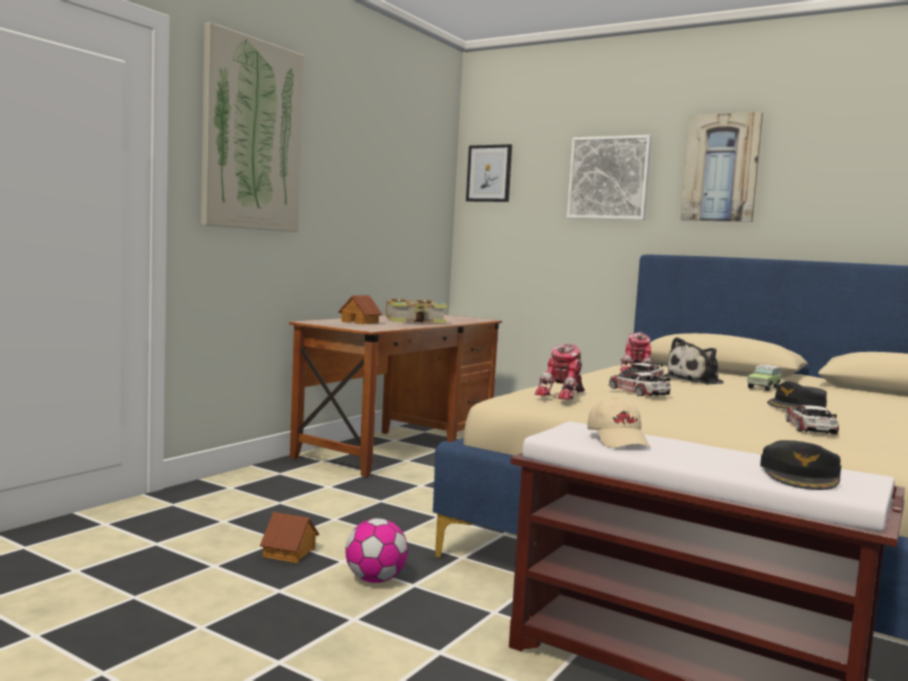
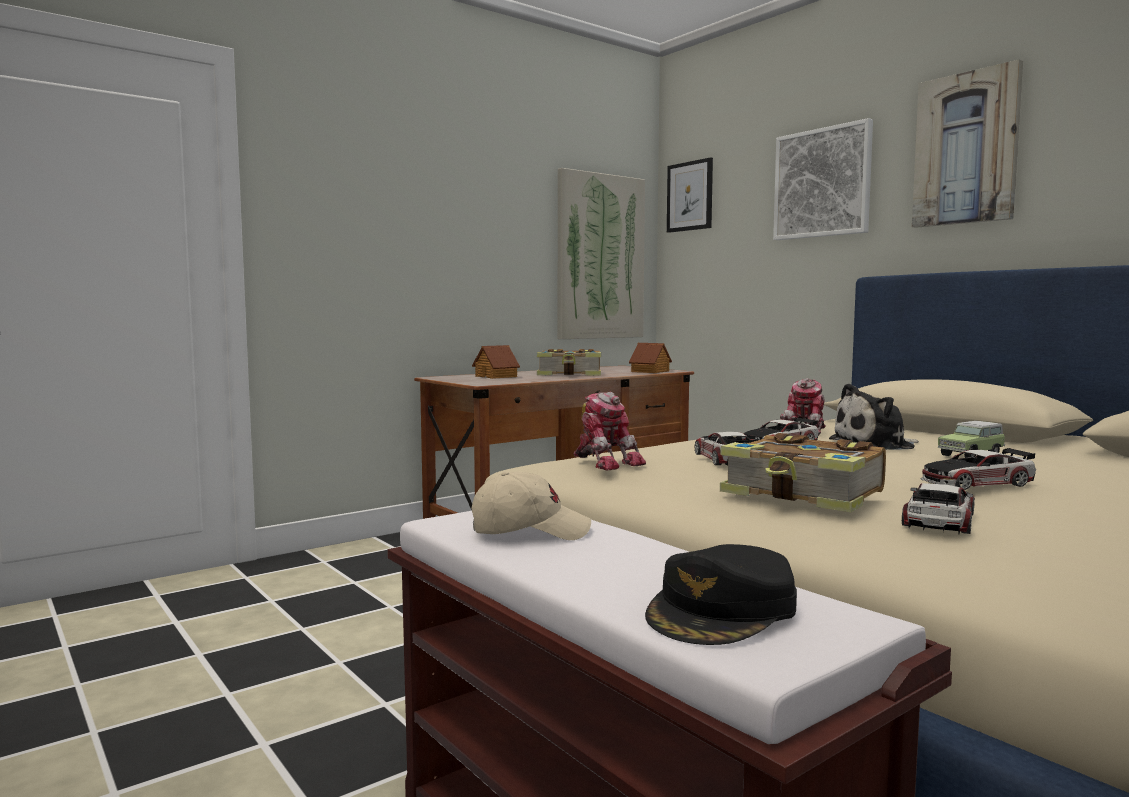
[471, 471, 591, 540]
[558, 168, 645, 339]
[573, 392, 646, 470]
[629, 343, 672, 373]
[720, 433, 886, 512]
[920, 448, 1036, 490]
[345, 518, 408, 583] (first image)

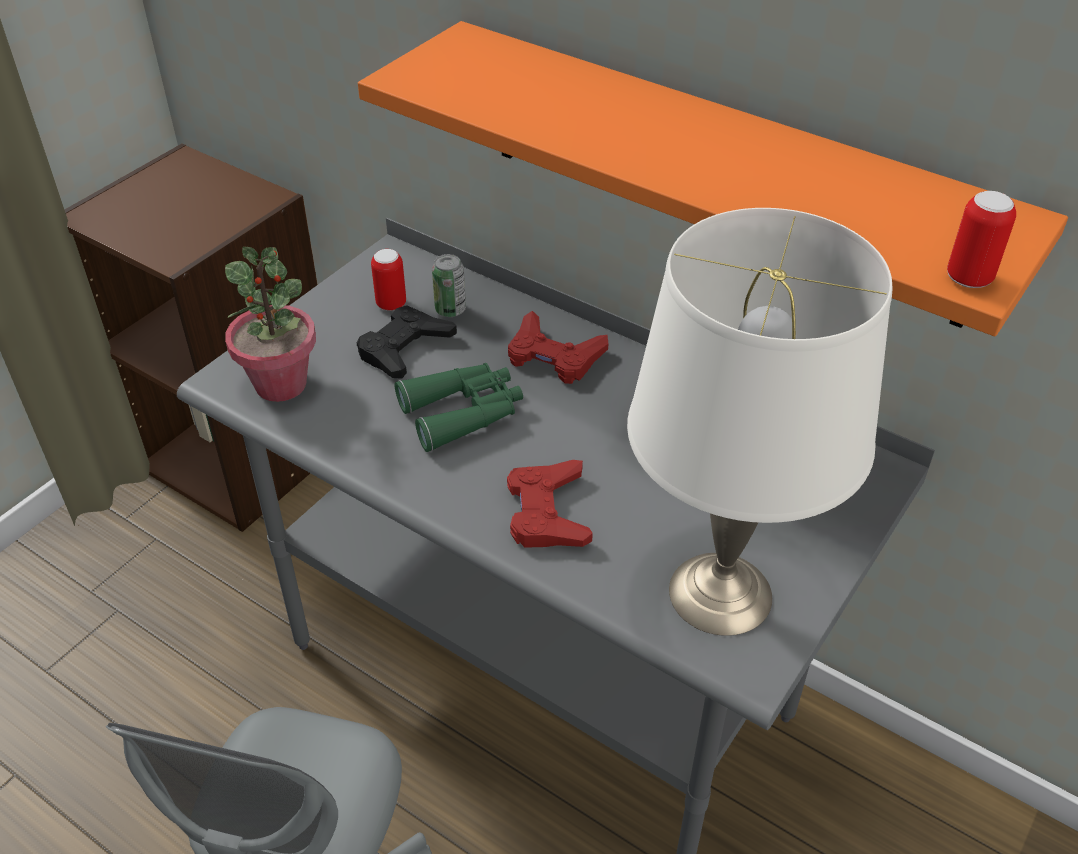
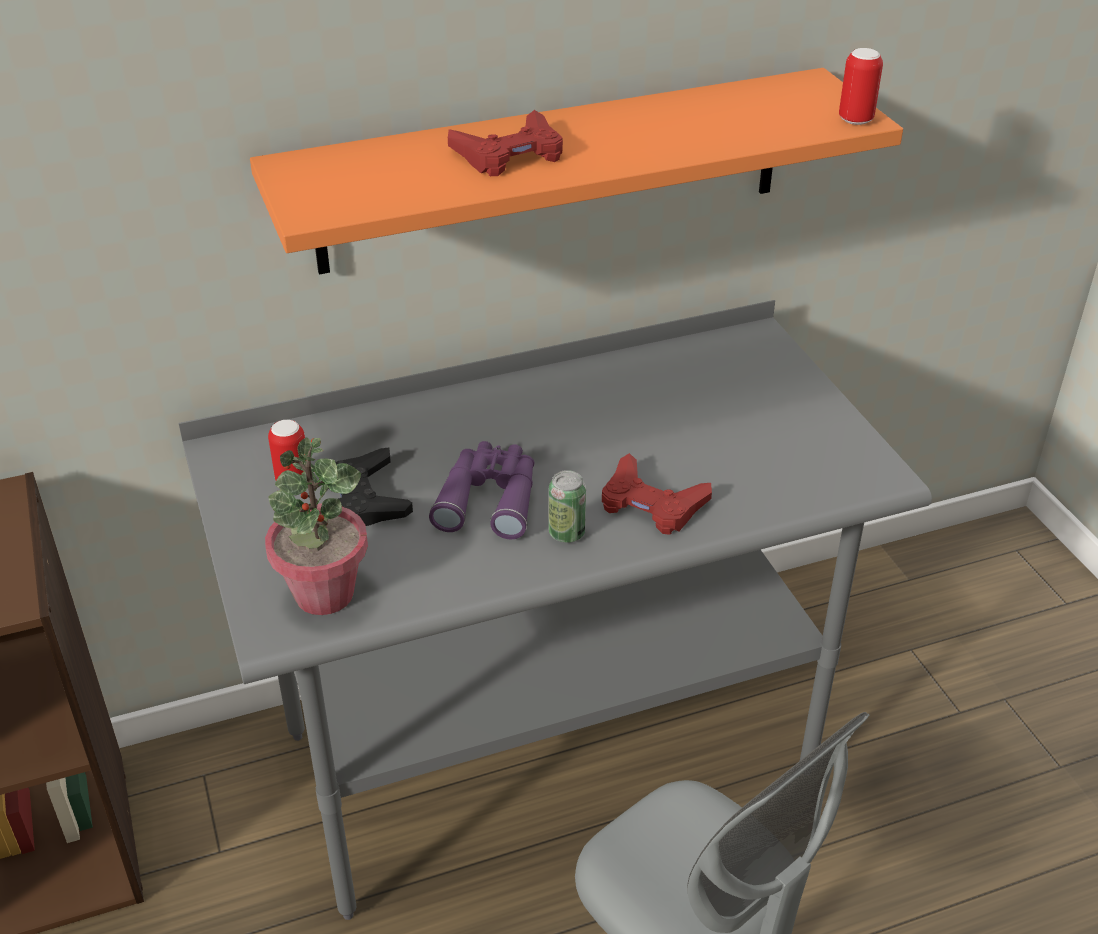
[429, 441, 534, 539]
[448, 110, 563, 176]
[549, 470, 586, 543]
[627, 208, 893, 636] (first image)

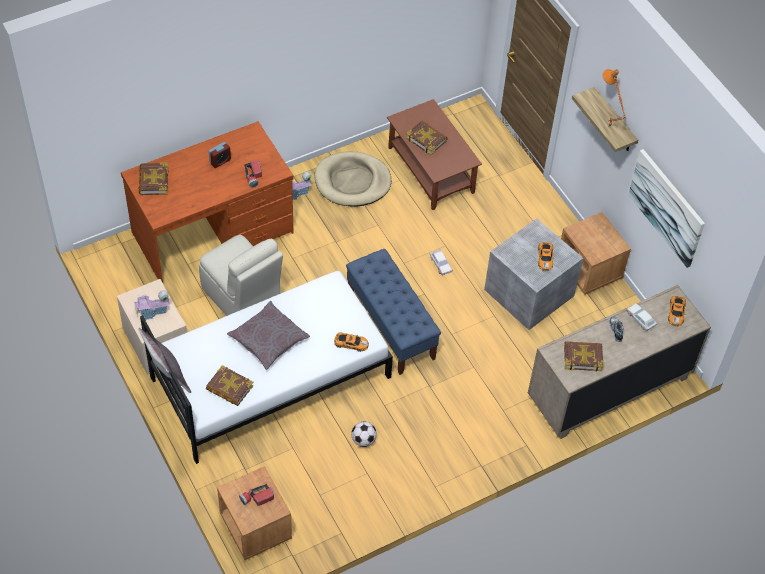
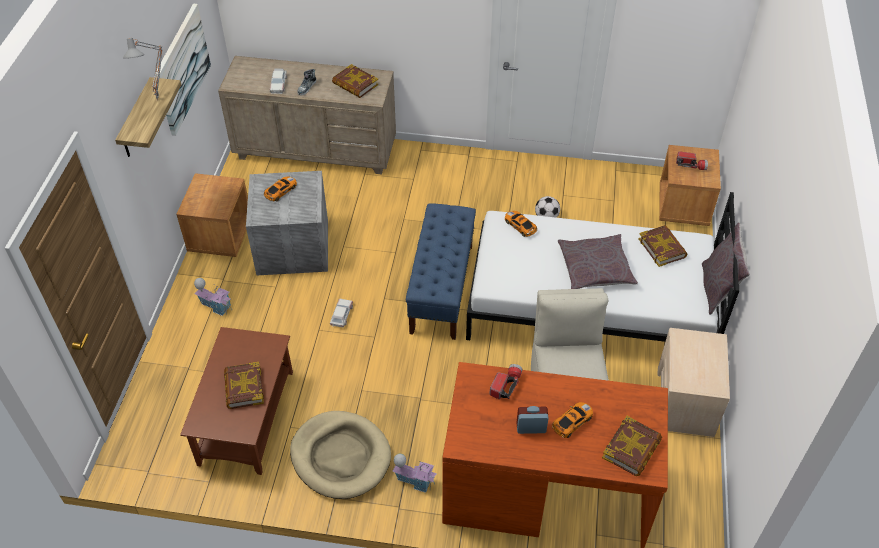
[123, 38, 163, 100]
[194, 278, 232, 316]
[552, 402, 593, 438]

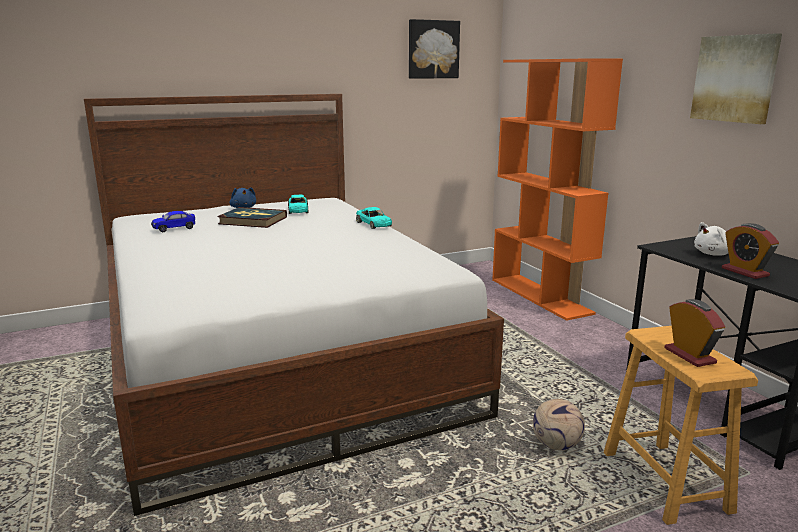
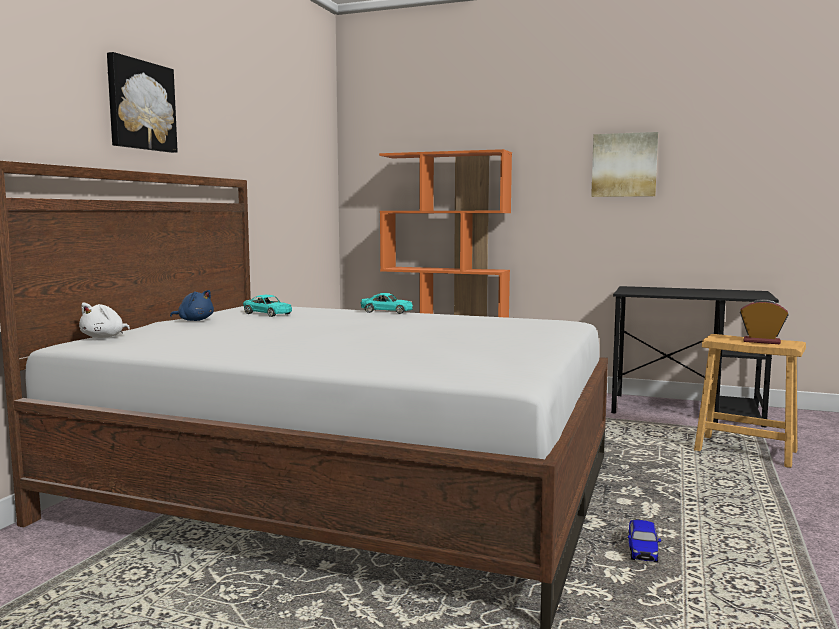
[79, 302, 130, 338]
[107, 52, 178, 153]
[628, 520, 661, 563]
[217, 207, 287, 228] (first image)
[533, 399, 585, 450] (first image)
[722, 223, 779, 279] (first image)

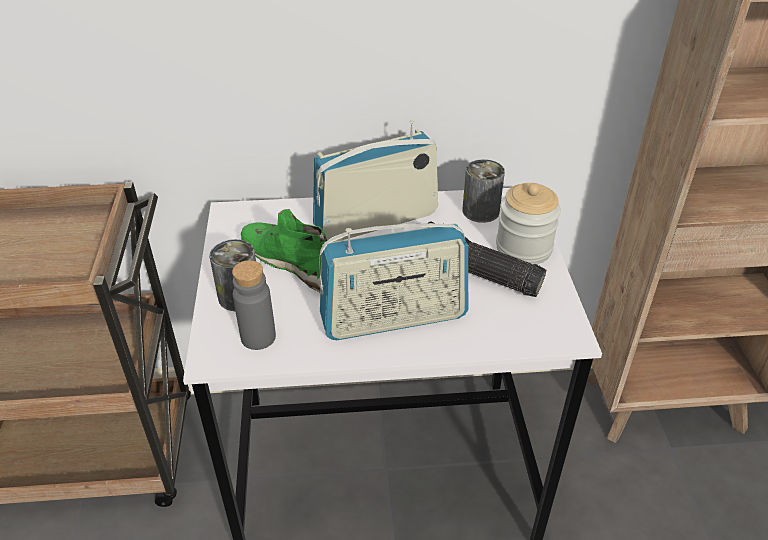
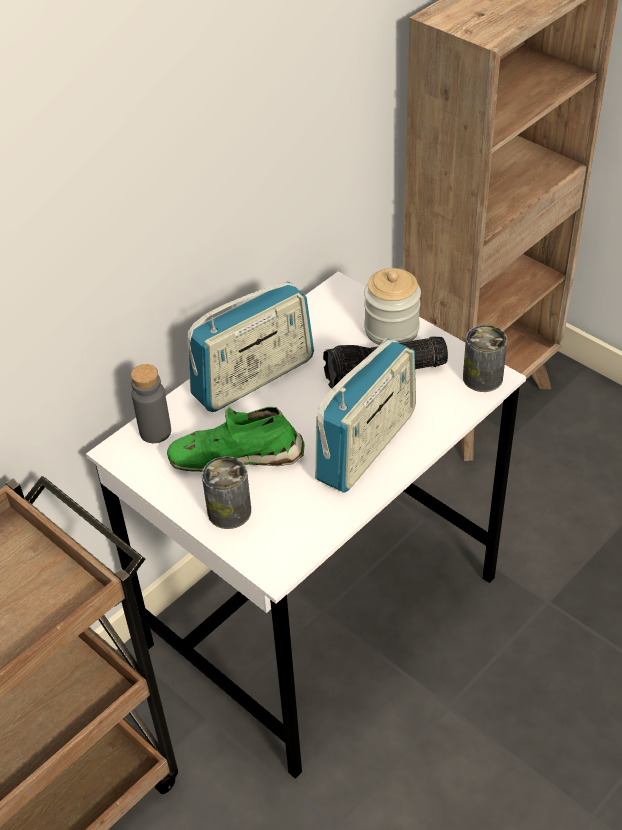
[131, 364, 171, 443]
[187, 281, 314, 412]
[463, 325, 507, 392]

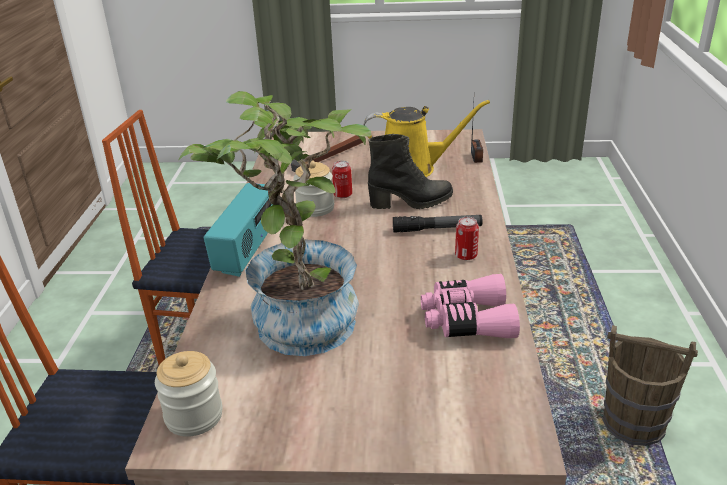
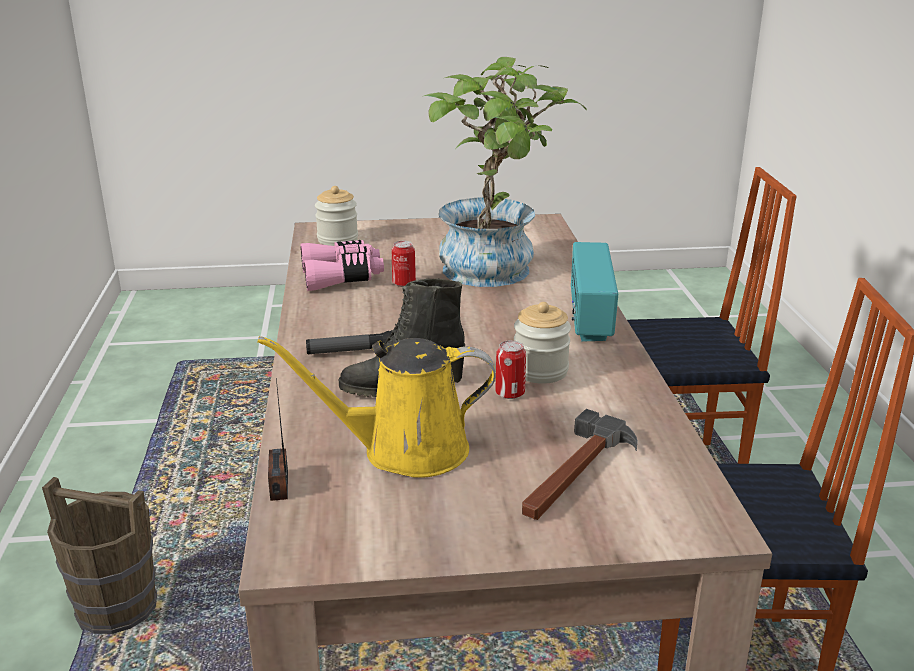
[315, 186, 358, 246]
[392, 241, 416, 287]

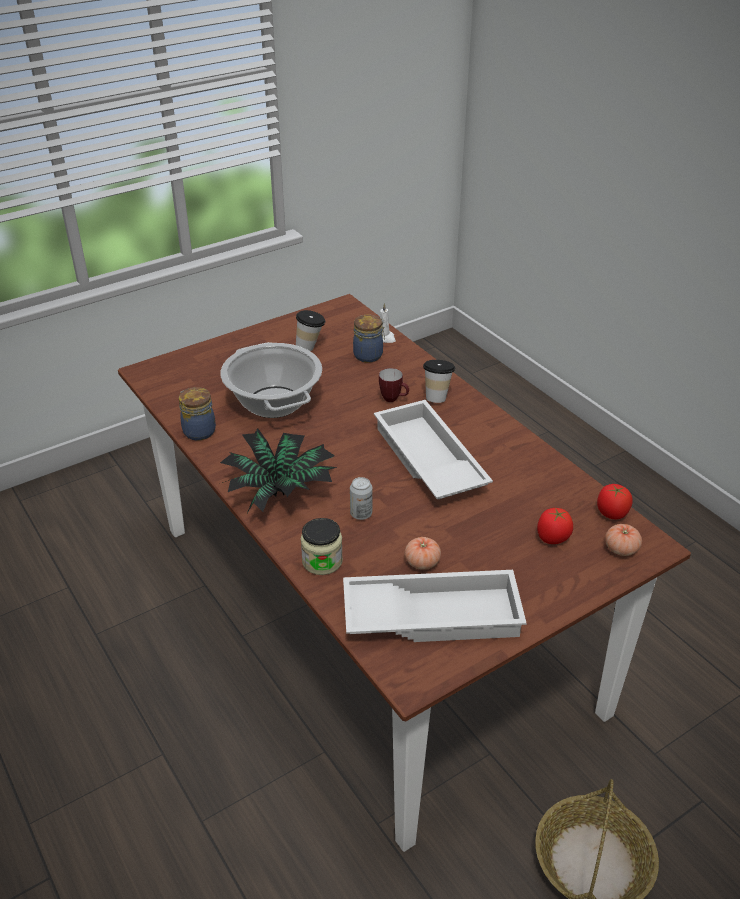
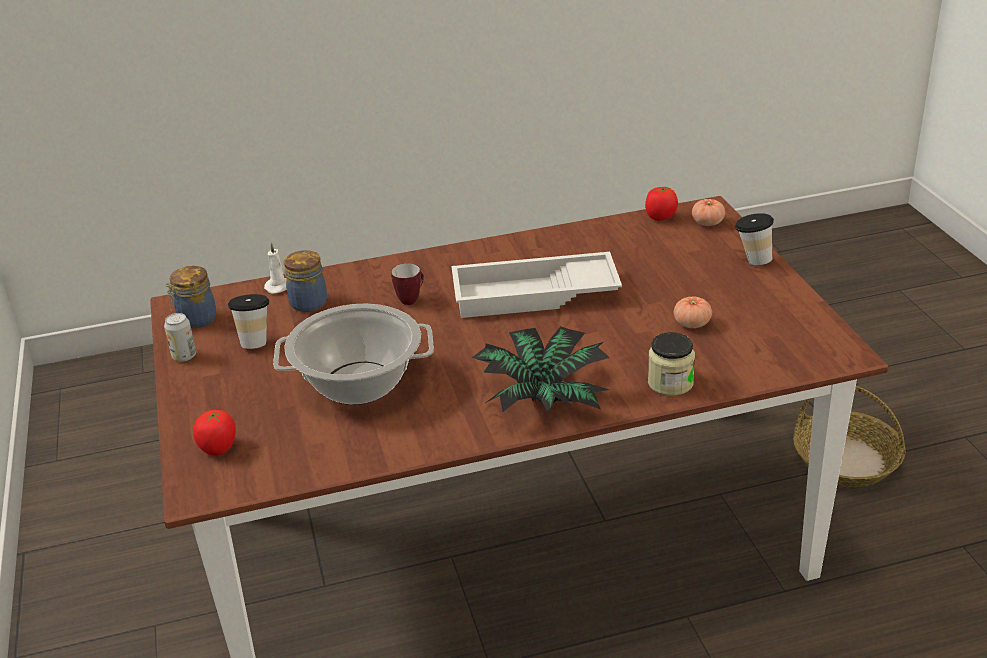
[164, 313, 196, 362]
[165, 266, 217, 328]
[193, 410, 236, 456]
[735, 213, 774, 265]
[343, 570, 527, 642] (first image)

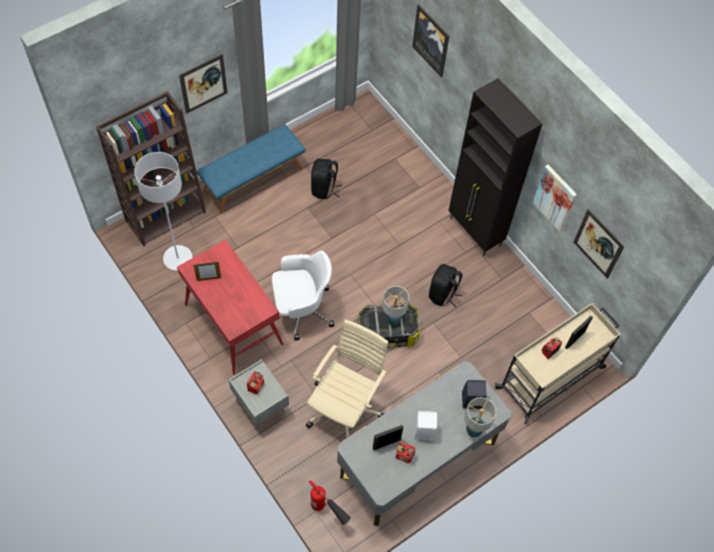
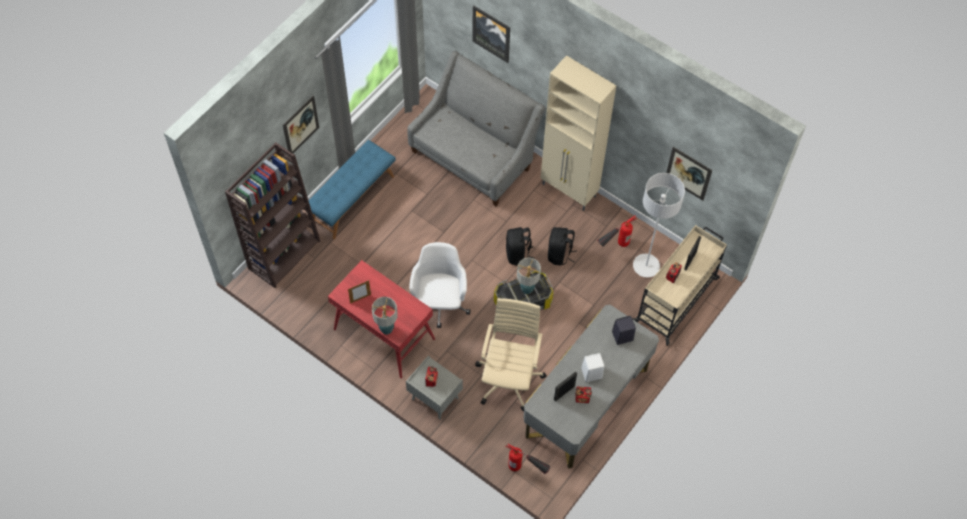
[372, 297, 398, 334]
[407, 51, 545, 206]
[409, 242, 470, 328]
[506, 227, 535, 266]
[541, 55, 617, 211]
[597, 215, 637, 247]
[633, 173, 685, 277]
[533, 165, 577, 232] (first image)

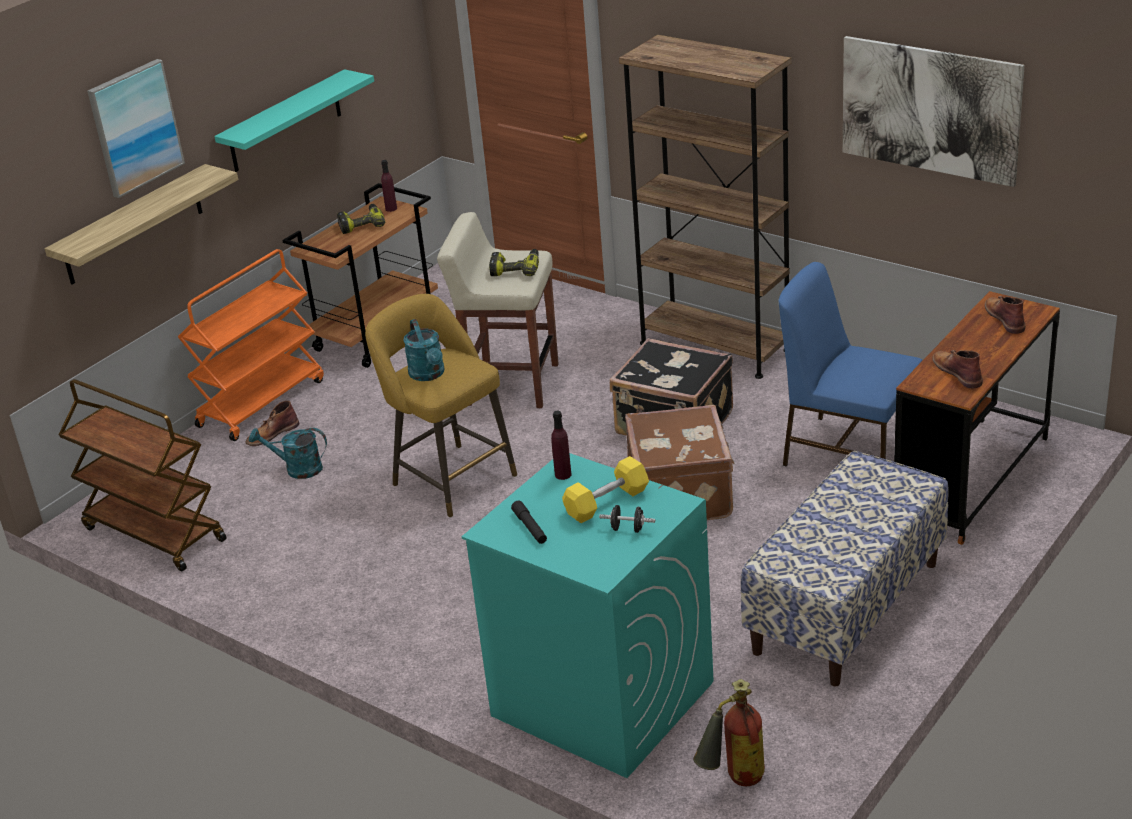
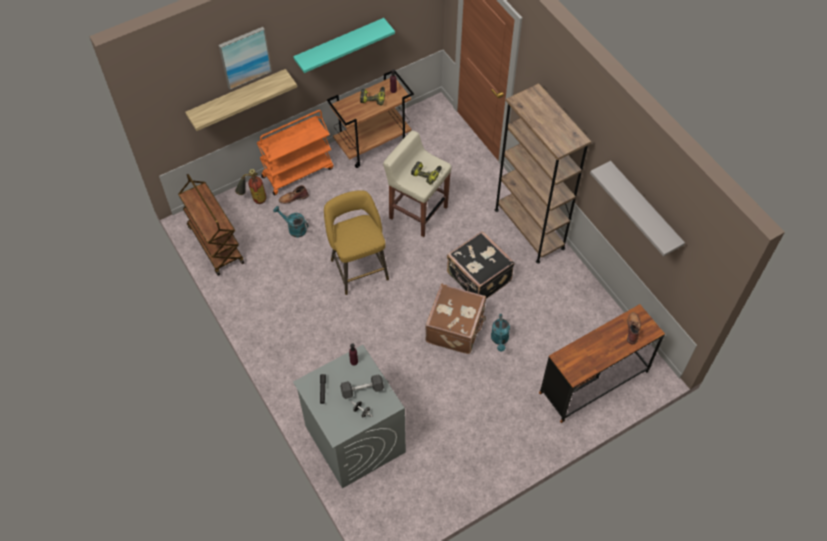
[235, 169, 266, 204]
[293, 345, 406, 488]
[340, 374, 384, 399]
[491, 314, 510, 351]
[590, 161, 685, 257]
[741, 451, 949, 686] (first image)
[779, 262, 923, 466] (first image)
[932, 350, 983, 388] (first image)

